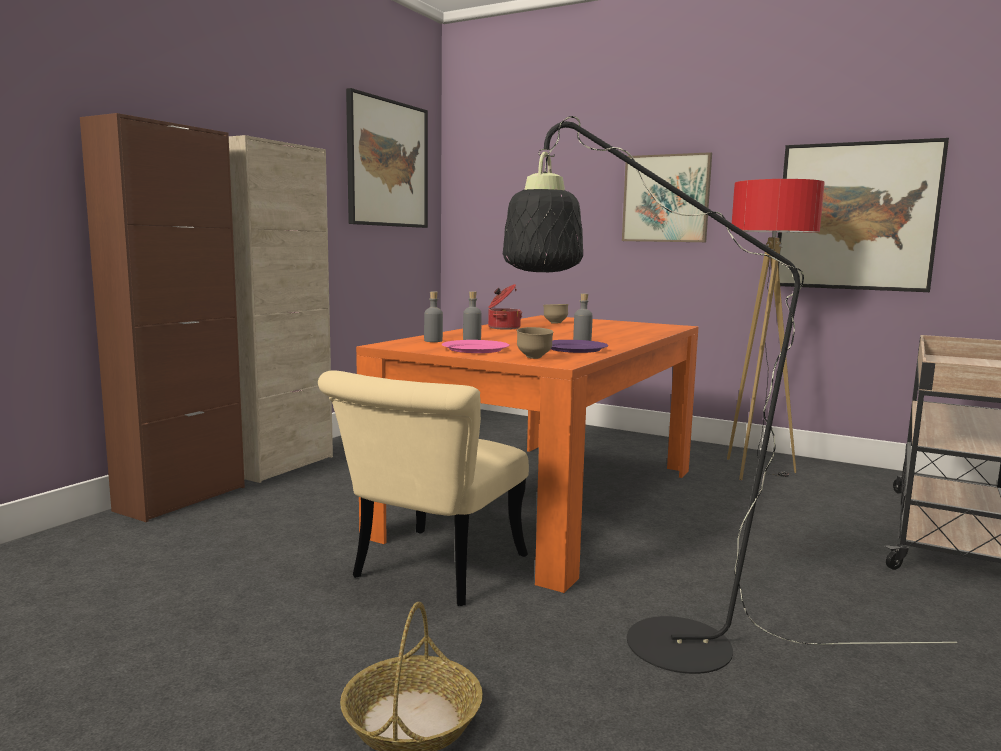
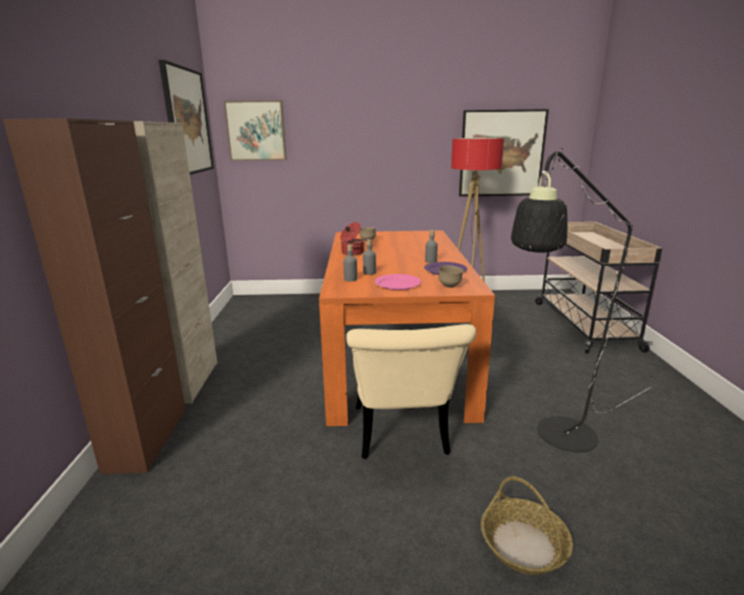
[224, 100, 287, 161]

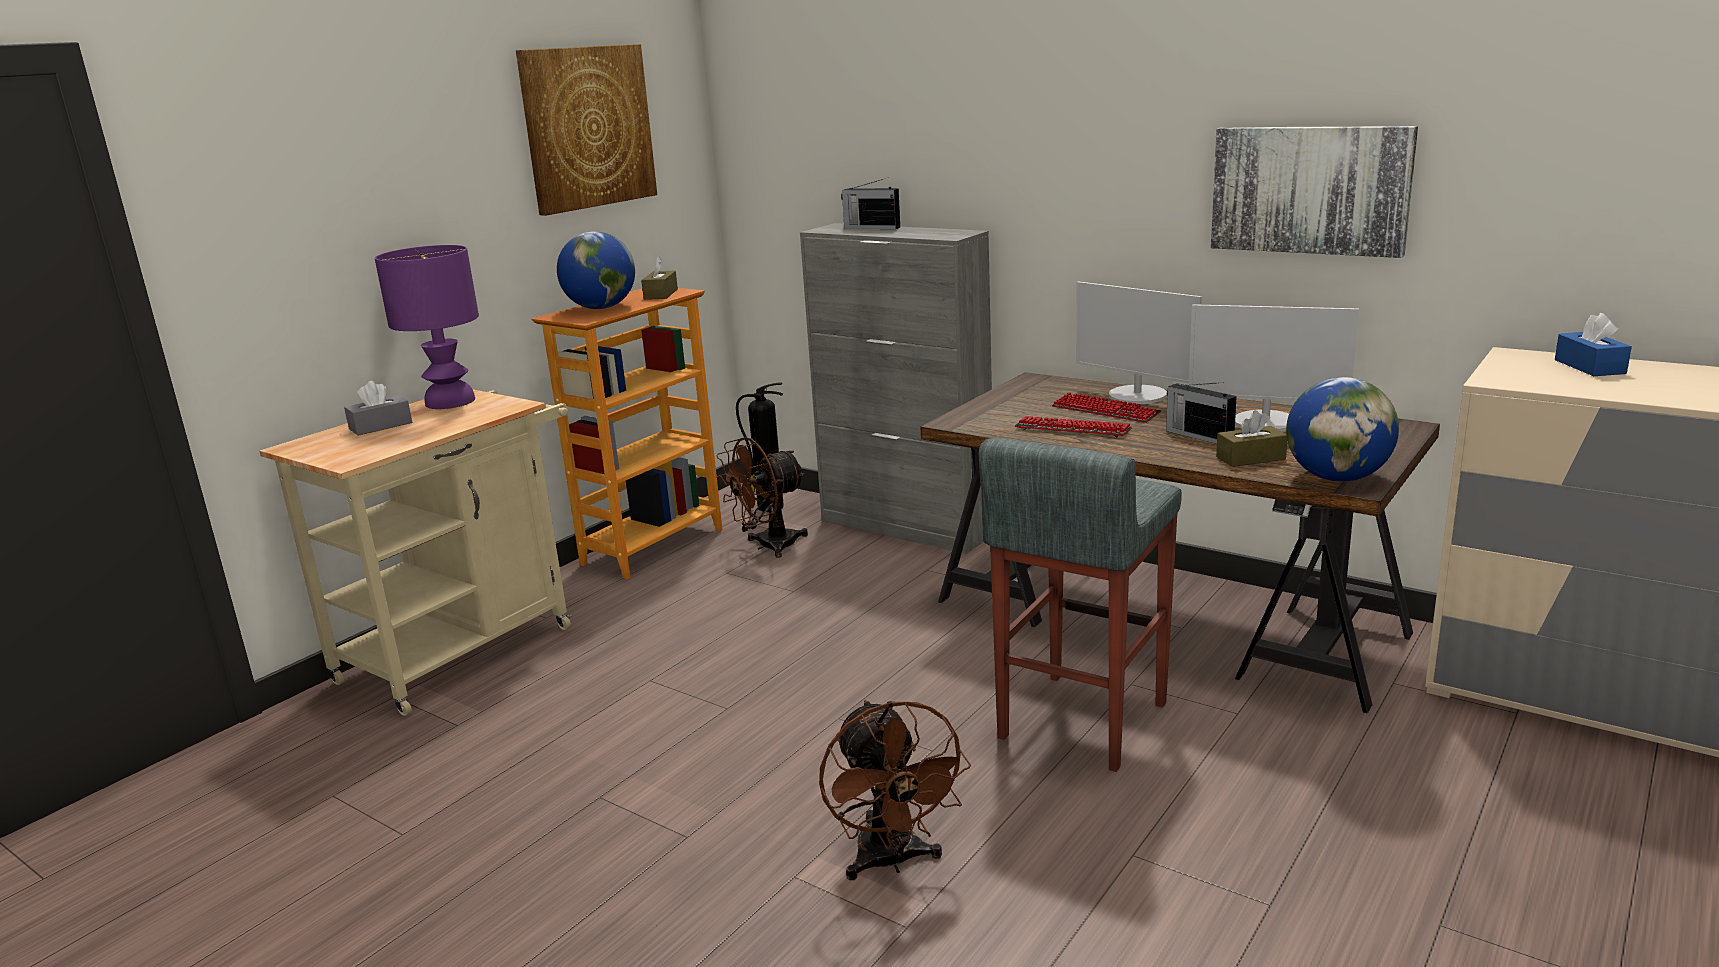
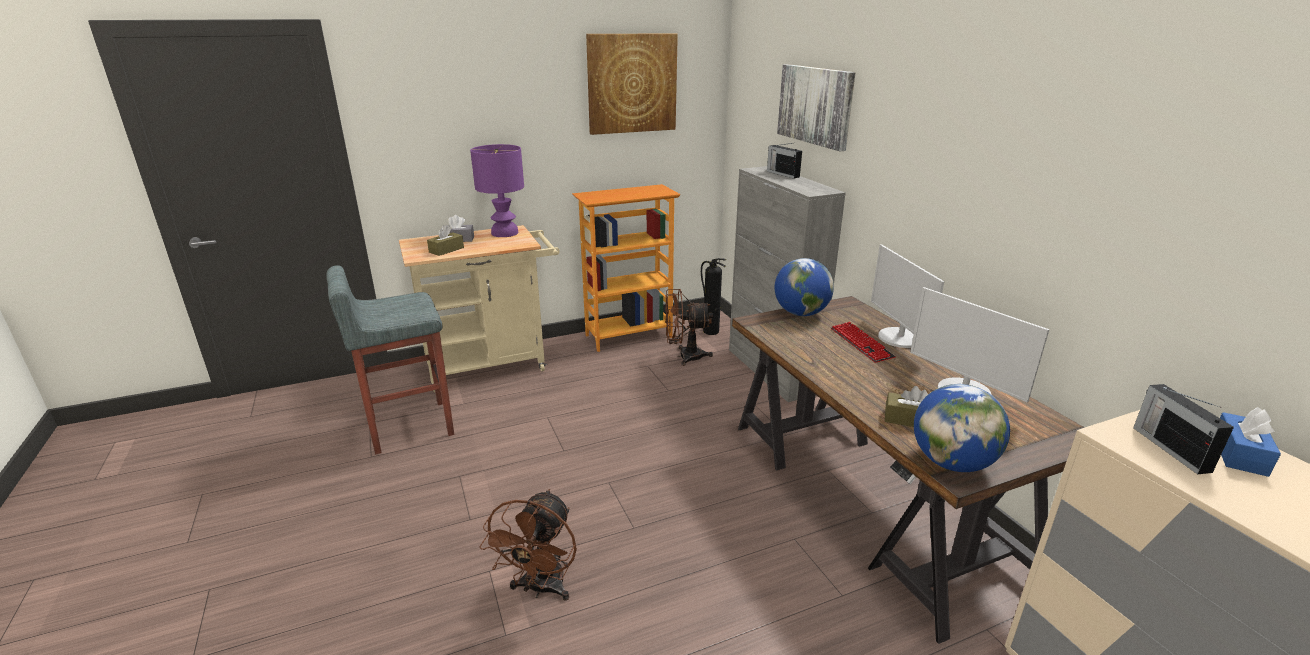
[326, 265, 454, 454]
[427, 225, 464, 256]
[774, 258, 834, 316]
[777, 64, 855, 151]
[1133, 384, 1234, 474]
[1015, 416, 1132, 437] (first image)

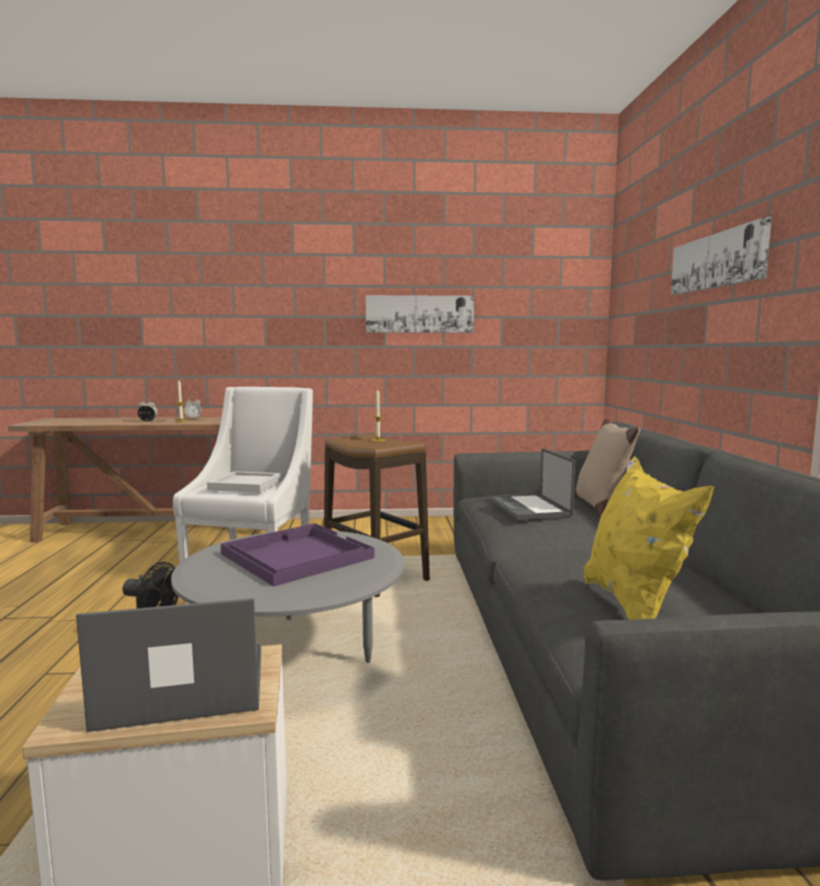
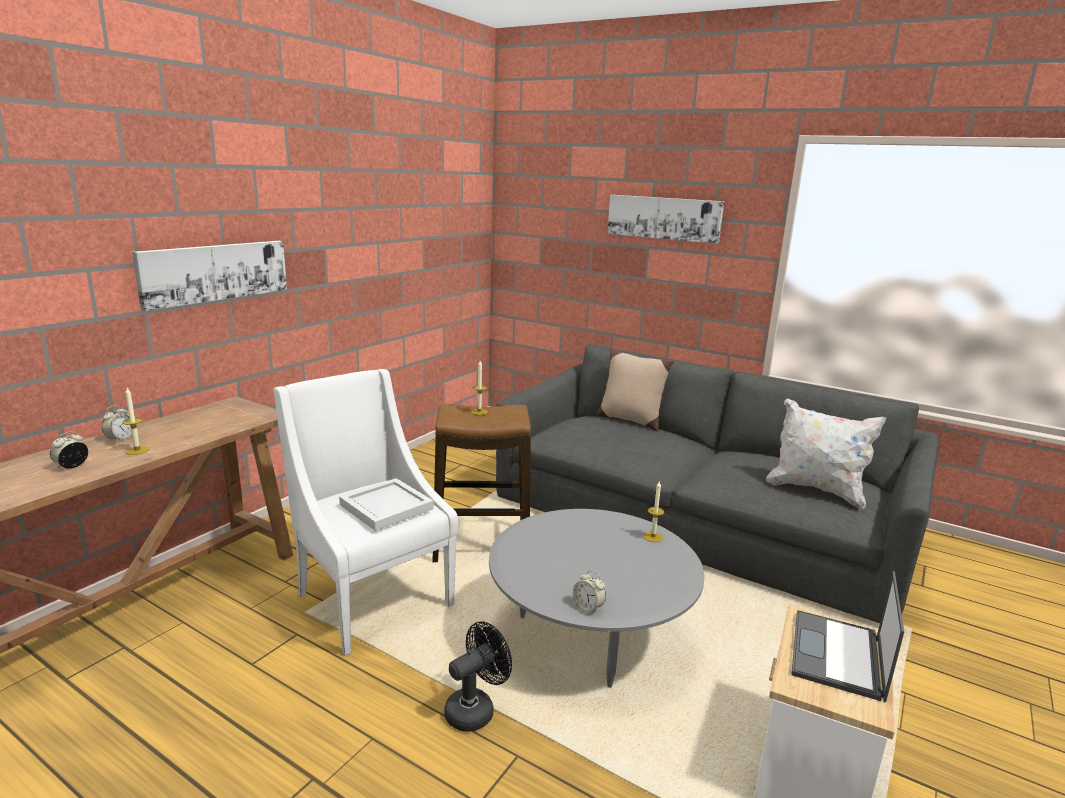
[132, 241, 287, 311]
[573, 570, 606, 614]
[644, 482, 664, 542]
[766, 398, 886, 509]
[221, 523, 374, 587] (first image)
[491, 448, 575, 520] (first image)

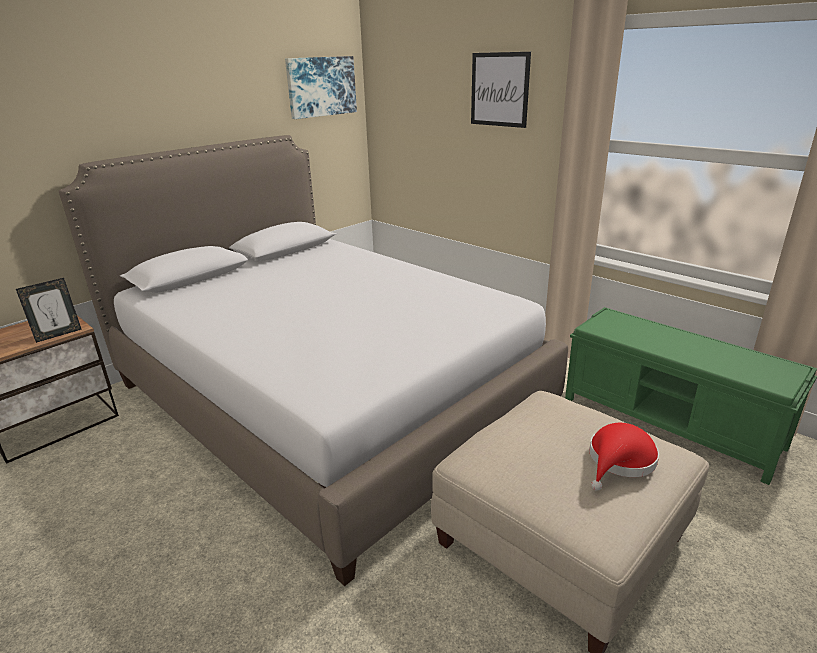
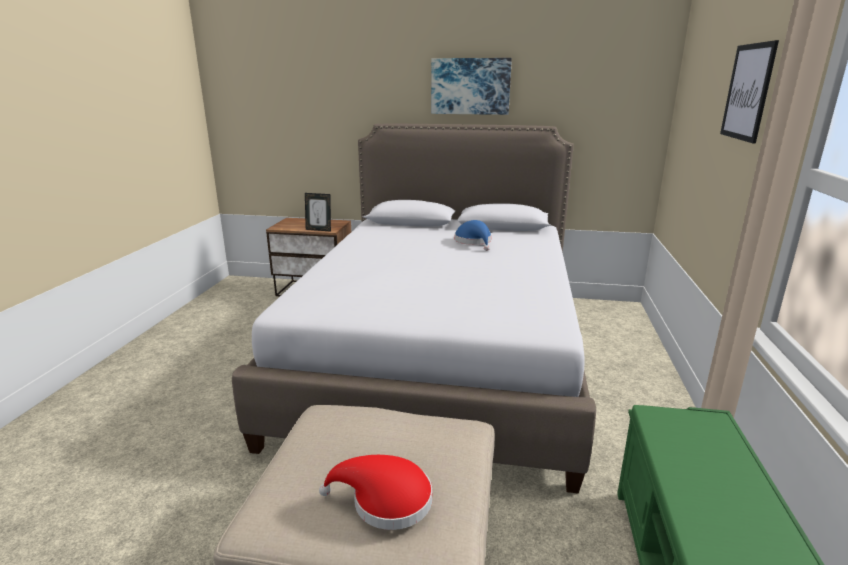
[431, 58, 512, 115]
[455, 220, 491, 251]

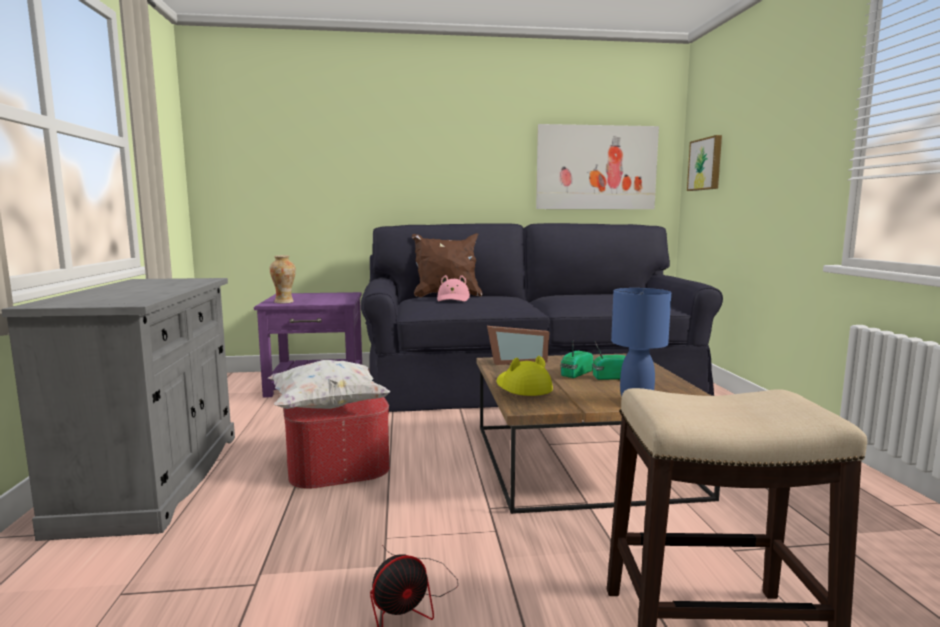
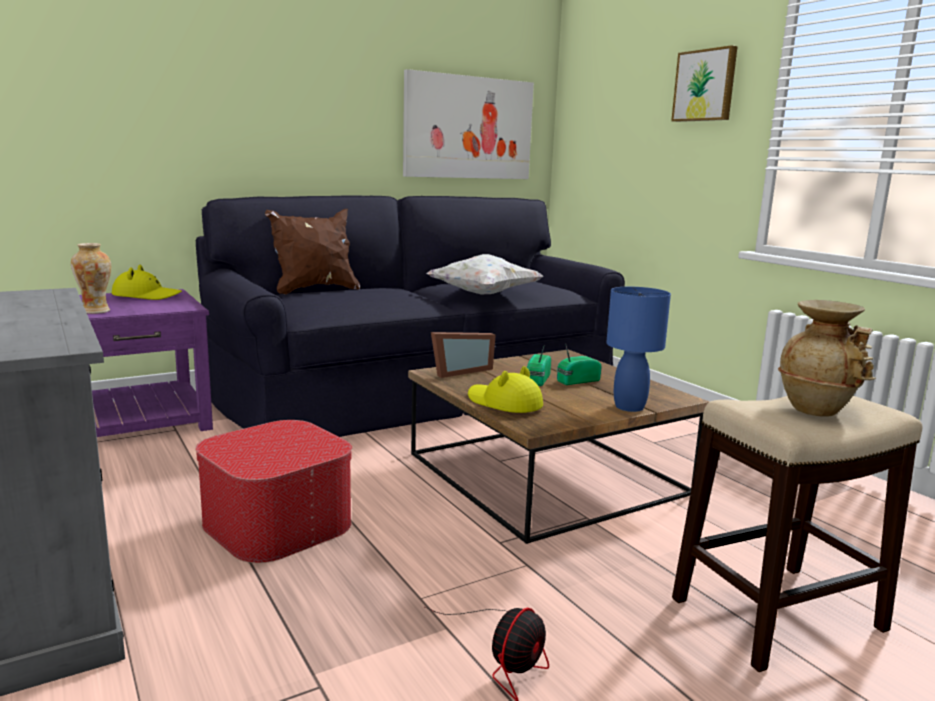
[112, 264, 182, 300]
[426, 254, 543, 294]
[671, 45, 738, 122]
[778, 300, 876, 417]
[437, 275, 470, 302] (first image)

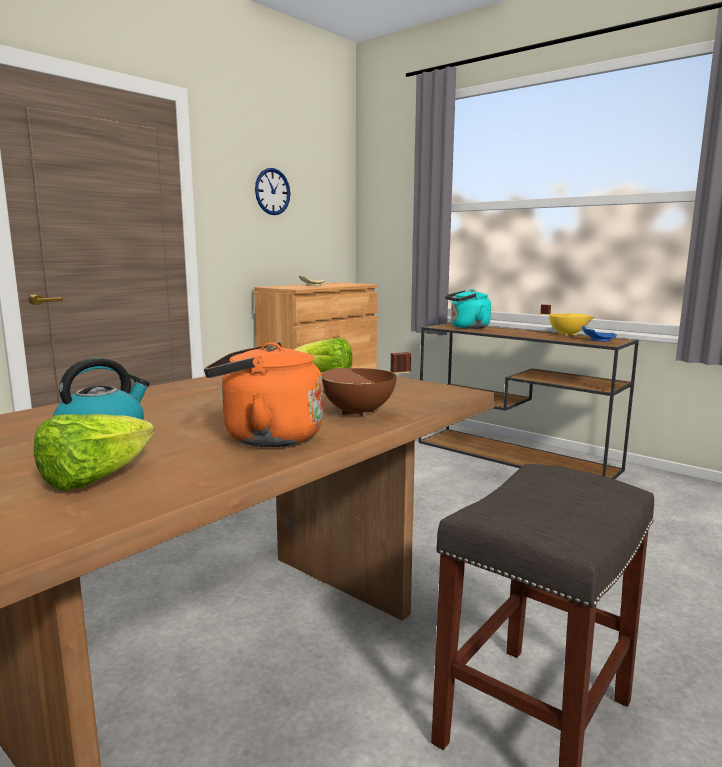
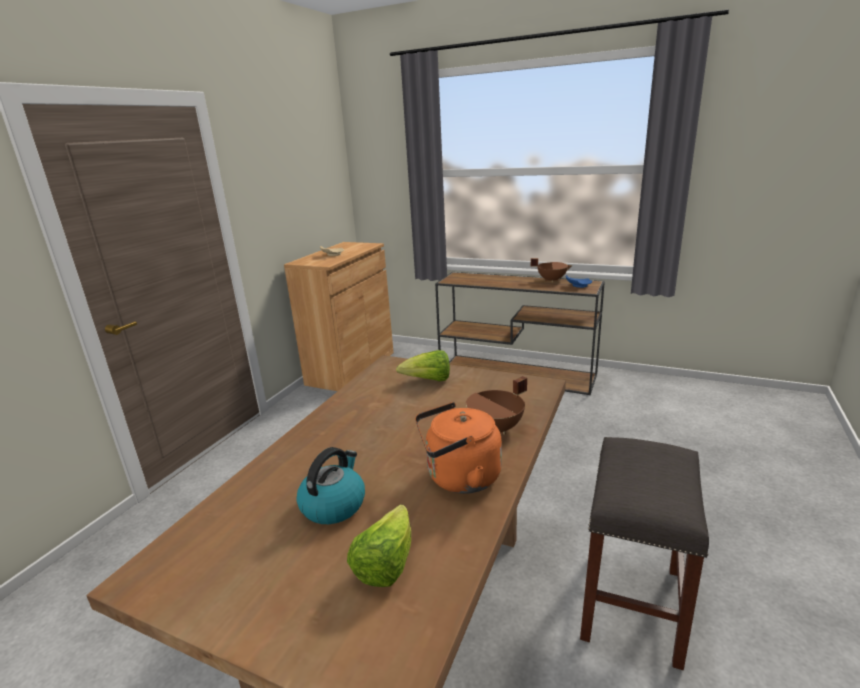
[531, 258, 572, 282]
[255, 168, 290, 215] (first image)
[445, 289, 491, 329] (first image)

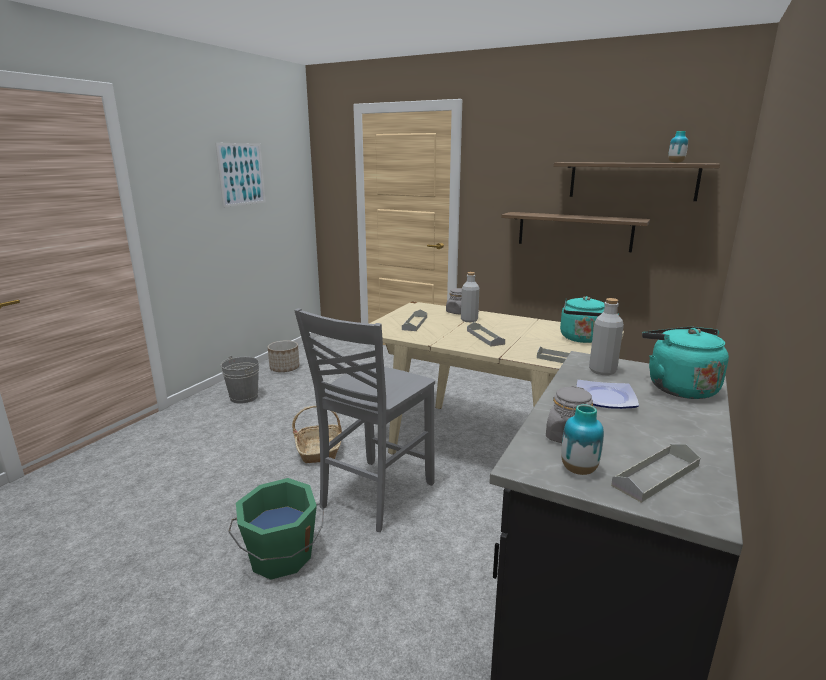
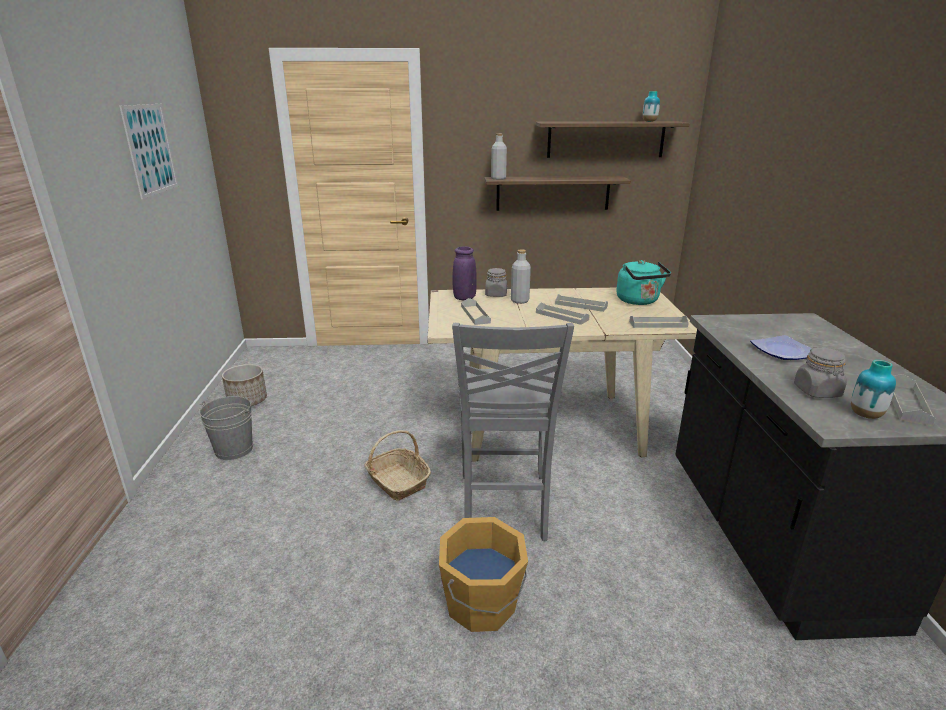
[439, 517, 528, 632]
[452, 246, 477, 300]
[491, 133, 507, 180]
[555, 294, 608, 312]
[642, 327, 729, 399] (first image)

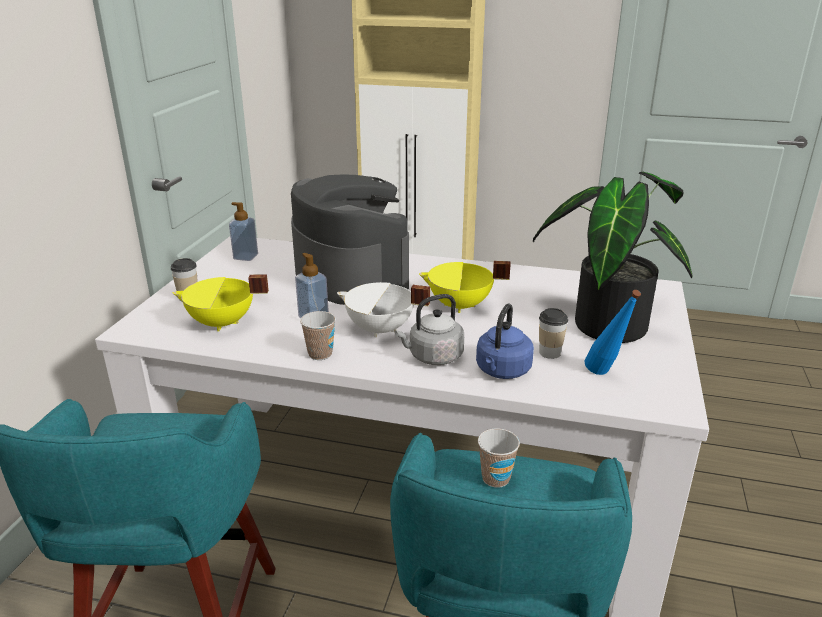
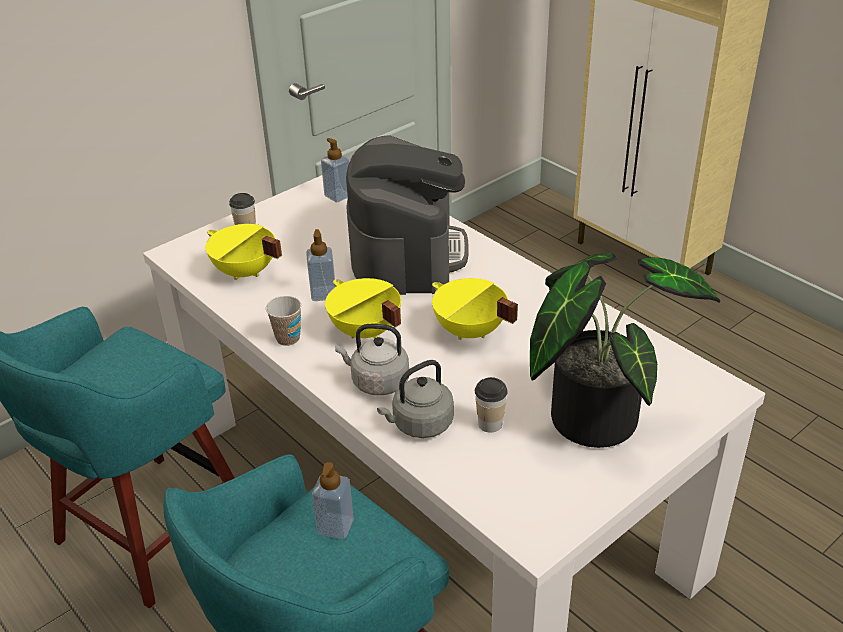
[312, 462, 354, 539]
[325, 278, 401, 339]
[377, 360, 454, 438]
[585, 290, 641, 375] (first image)

